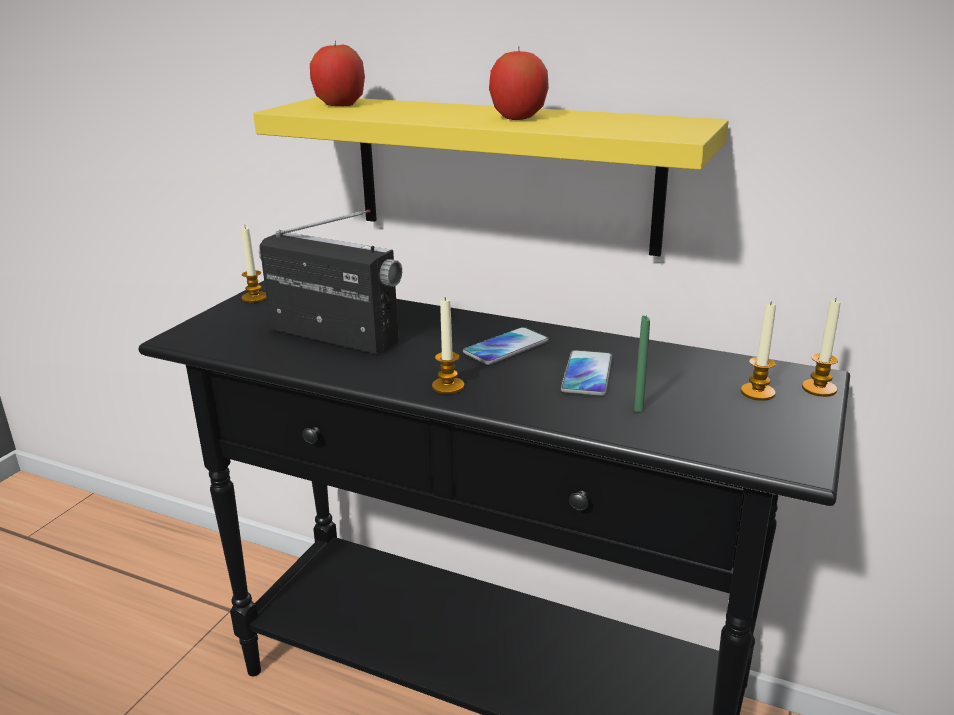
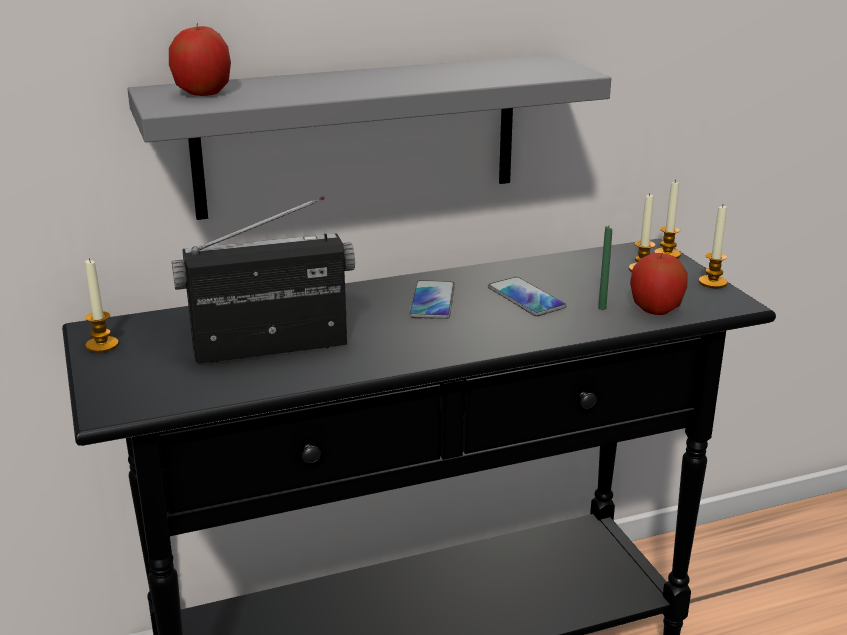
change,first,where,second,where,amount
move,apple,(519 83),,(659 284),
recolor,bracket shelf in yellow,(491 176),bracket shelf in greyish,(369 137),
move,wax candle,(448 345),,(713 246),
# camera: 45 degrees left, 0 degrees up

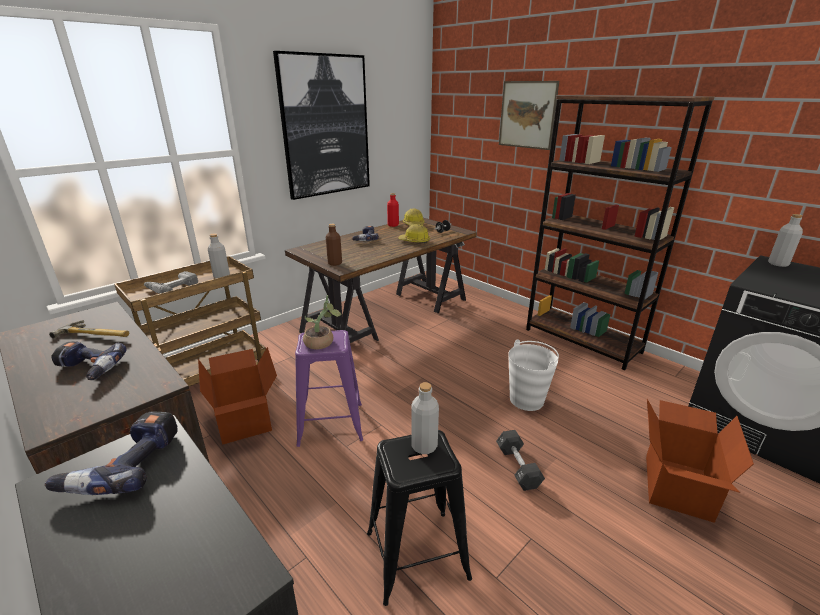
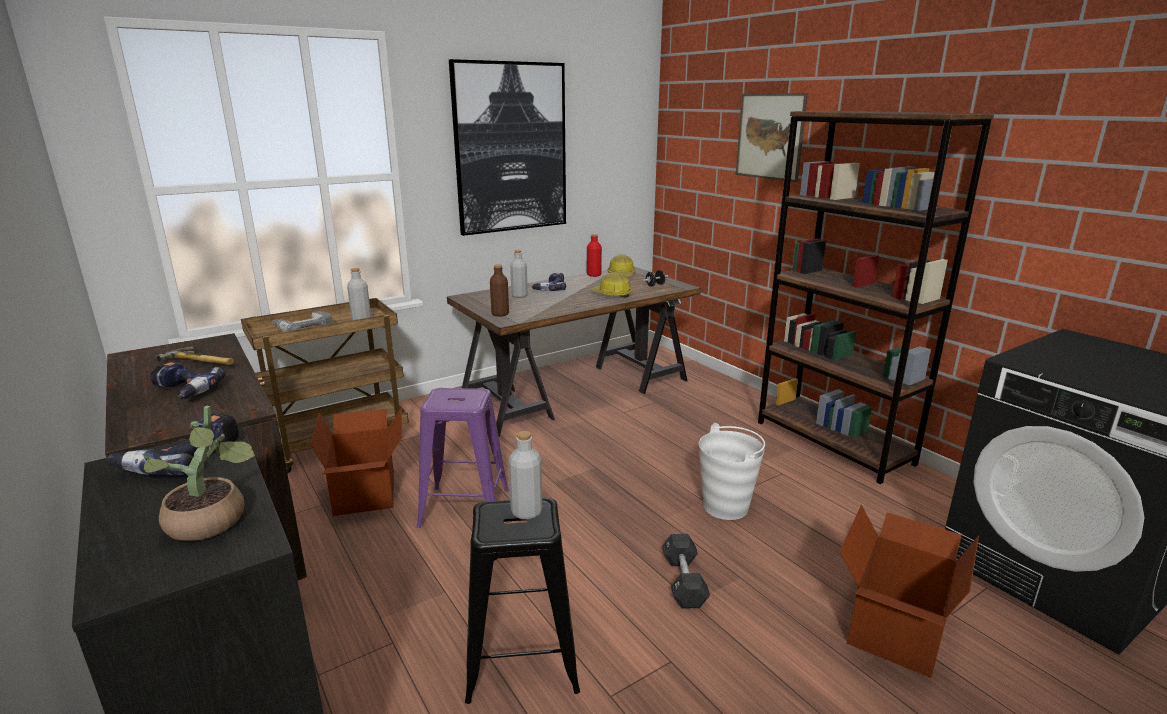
change,first,where,second,where,amount
move,beverage bottle in greyish,(785 240),,(519 274),
move,houseplant,(322 322),,(200 473),
# camera: 10 degrees right, 5 degrees down

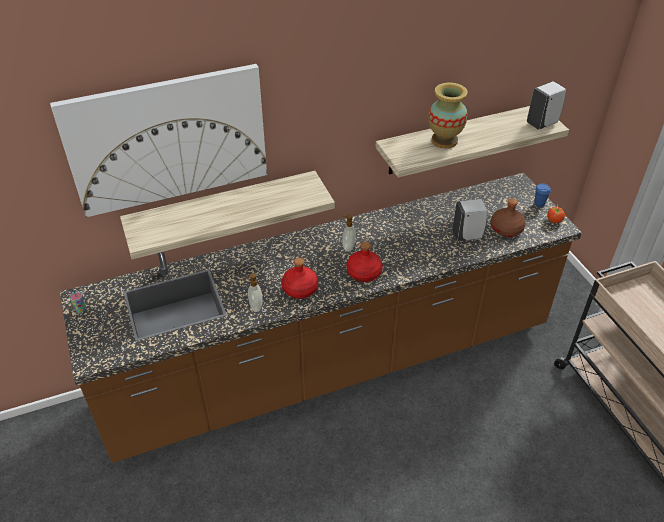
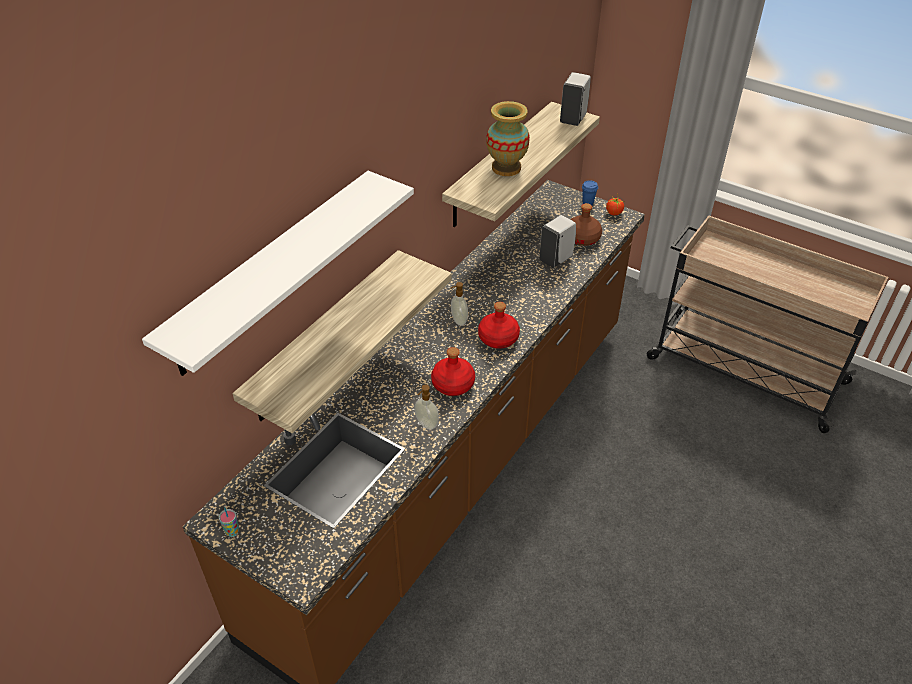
change,first,where,second,where,amount
replace,picture,(158 140),bracket shelf in white-coloured,(278 273),
# camera: 35 degrees left, 0 degrees up

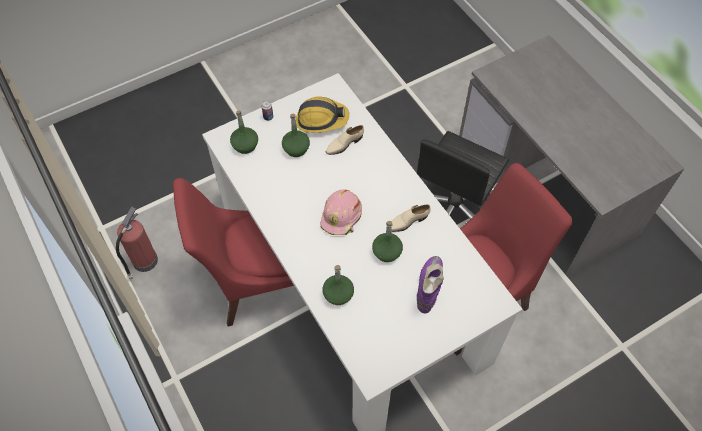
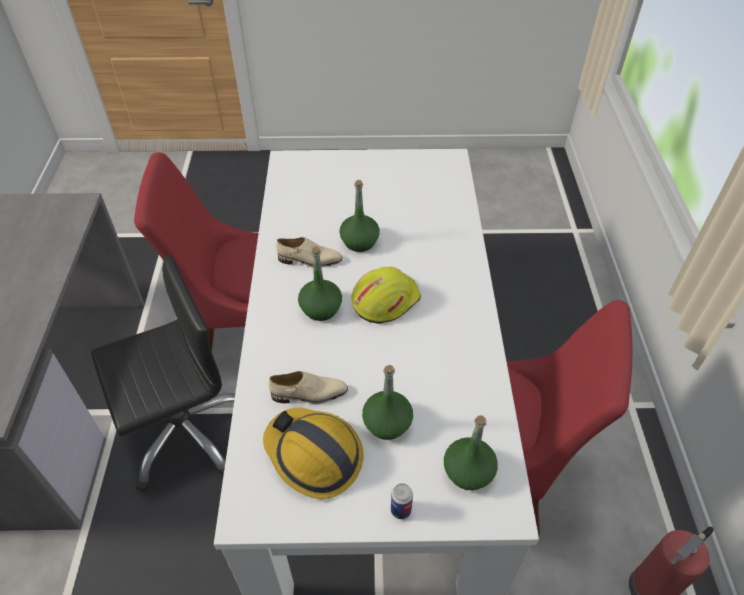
change,first,where,second,where,amount
recolor,hard hat in pink-coloured,(341 212),hard hat in yellow,(386 295),
delete,tall boot in purple-coloured,(430 284),,,
move,beverage bottle in green,(338 285),,(320 284),
# camera: 150 degrees left, 10 degrees down

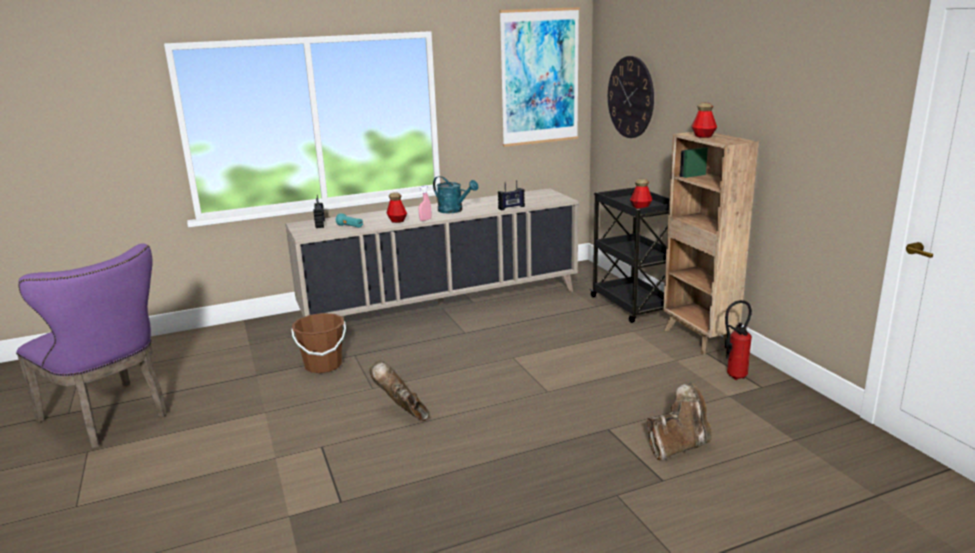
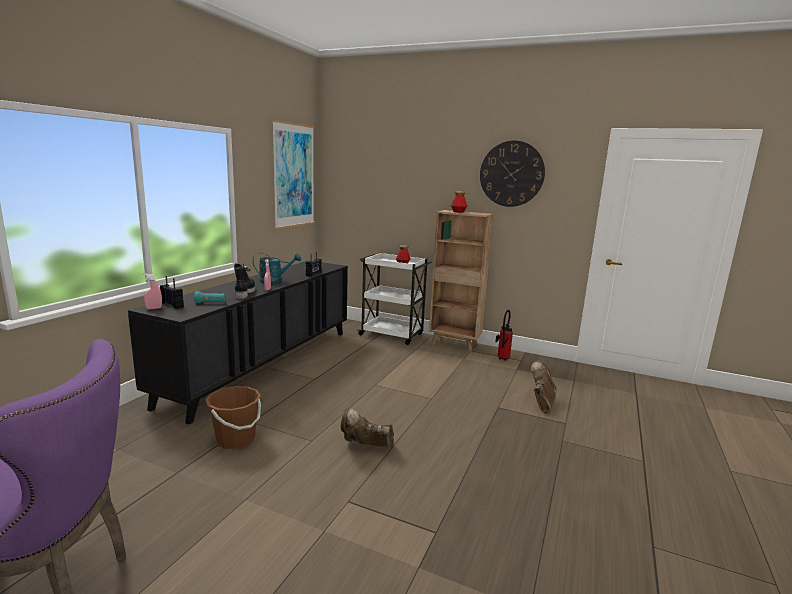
change,first,where,second,where,amount
move,clock on the wall,(631 97),,(512 174),
recolor,wheeled cart in black,(629 255),wheeled cart in white-coloured,(395 299),
recolor,cabinet in beige-coloured,(431 252),cabinet in black,(238 342),
replace,beverage bottle,(396 207),tall boot in black,(245 281),
insert,,,spray bottle in pink-coloured,(152 291),
# camera: 45 degrees left, 5 degrees down

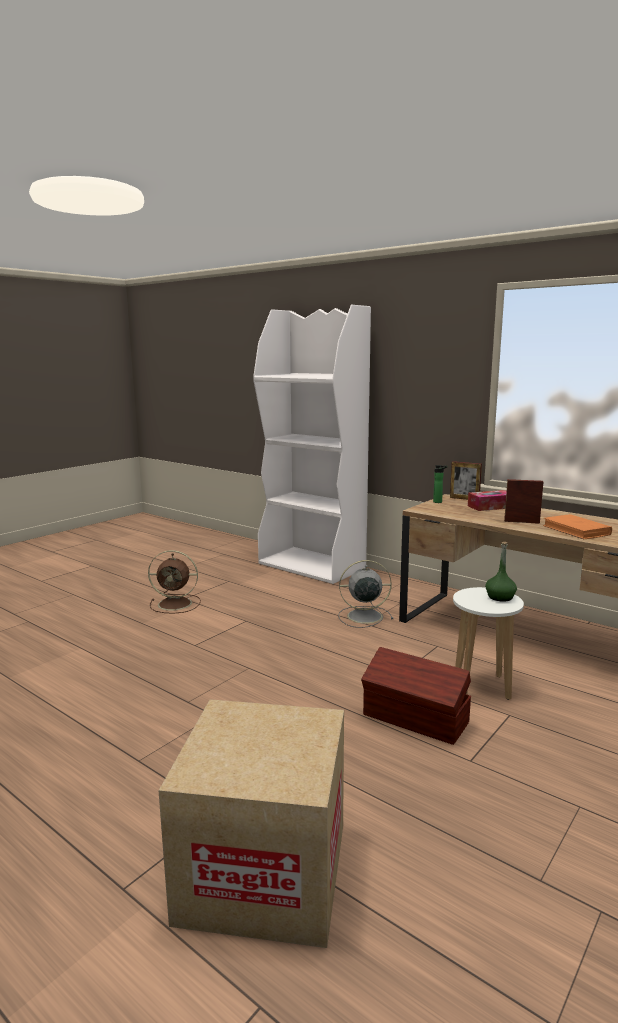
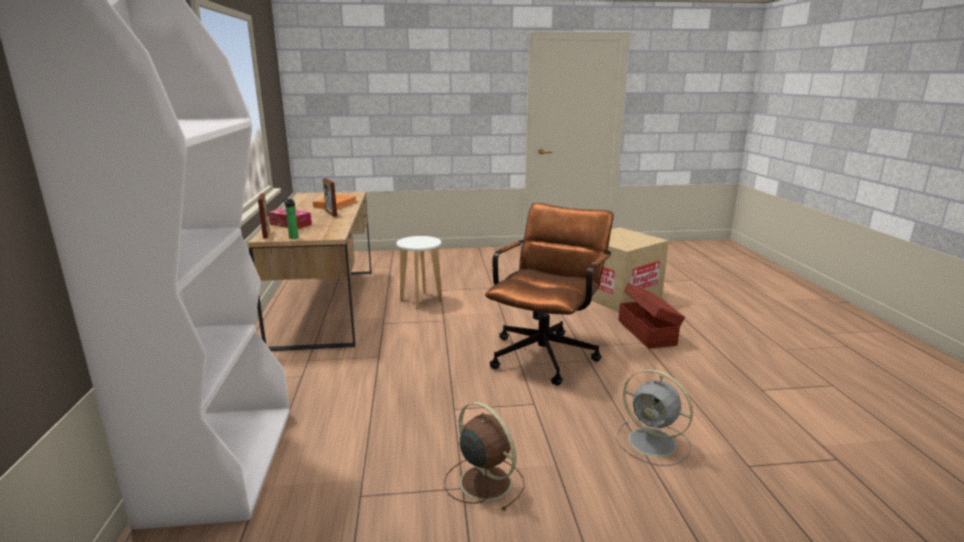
change,first,where,second,where,amount
delete,beverage bottle in green,(501 572),,,
move,cooling fan in greyish,(366 594),,(655 417),
move,storage container in brown,(416 696),,(651 316),
insert,,,desk chair in brown,(549 294),
# camera: 135 degrees left, 5 degrees up

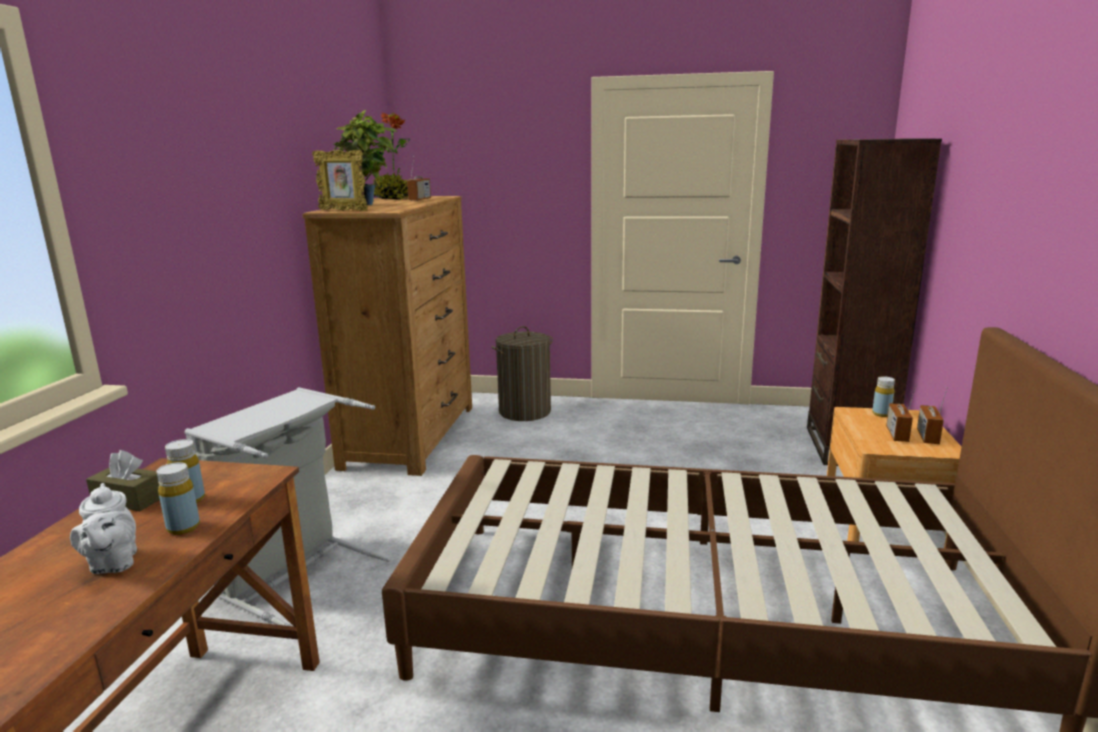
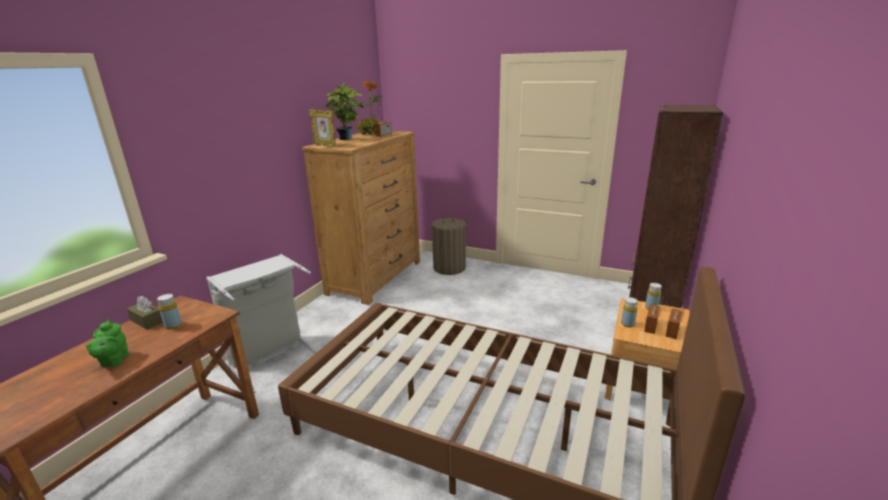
change,first,where,second,where,amount
move,beverage bottle in yellow,(178 498),,(629 312),
recolor,pot for tea in white-coloured,(103 528),pot for tea in green,(107 343),
# camera: 15 degrees right, 5 degrees up

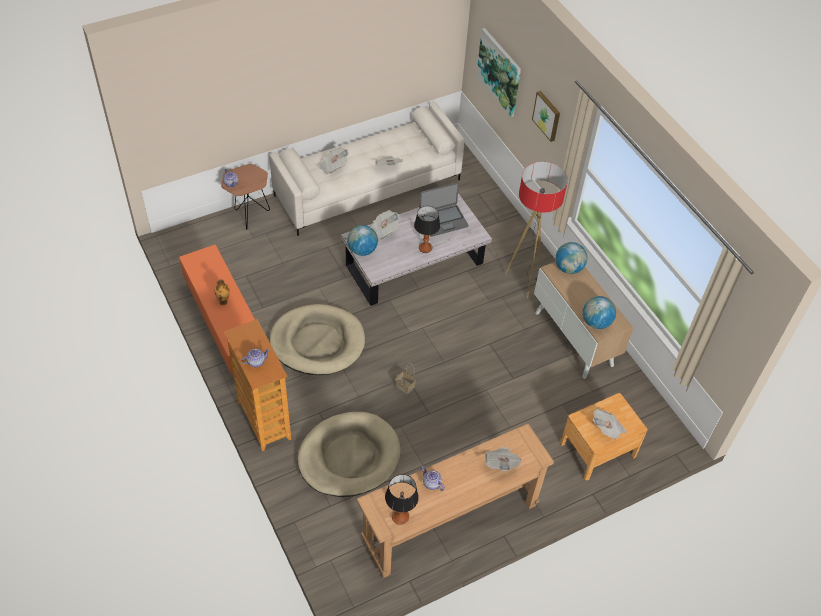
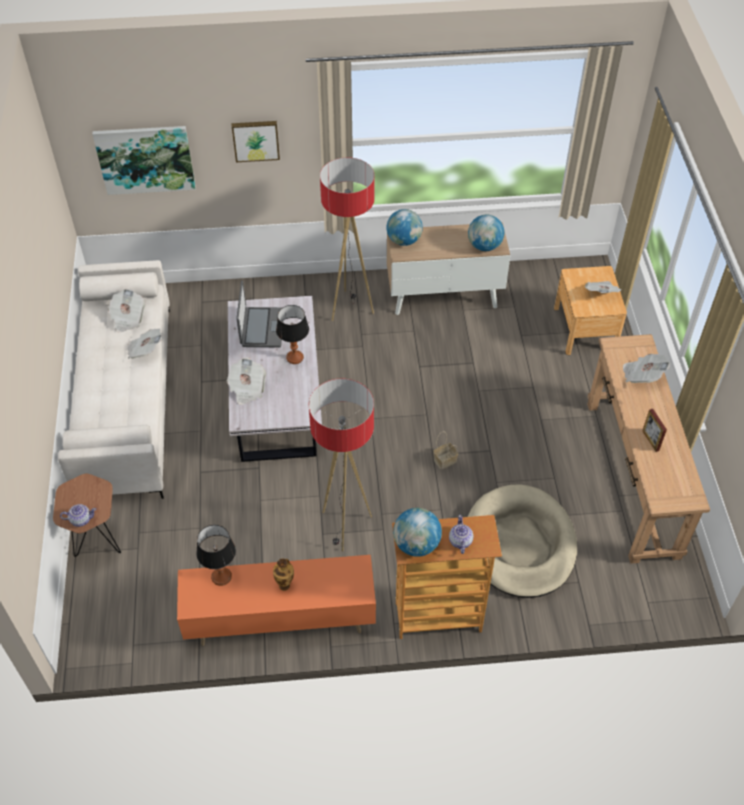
change,first,where,second,where,amount
move,daily paper,(333 160),,(127 310),
move,world globe,(362 240),,(417 532),
replace,dog cushion in beige-coloured,(317 339),standard lamp,(341 464),
replace,pot for tea,(433 478),photo frame,(654 430),
move,table lamp,(402 499),,(216 555),
# camera: 65 degrees left, 0 degrees up

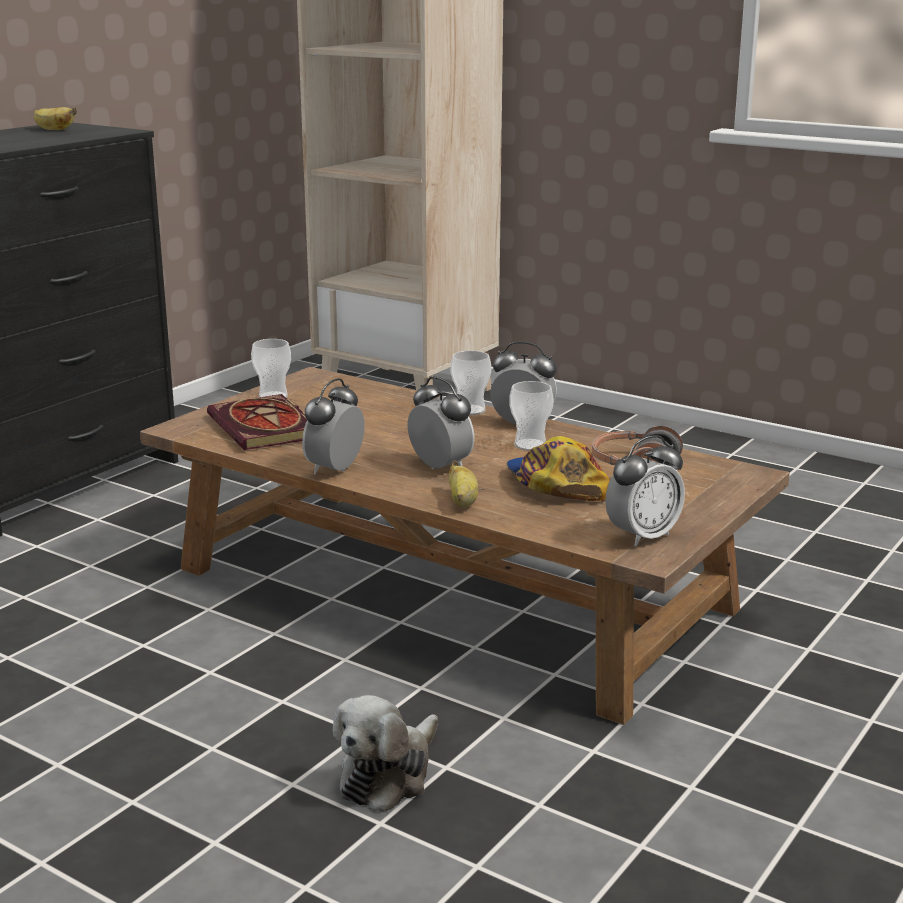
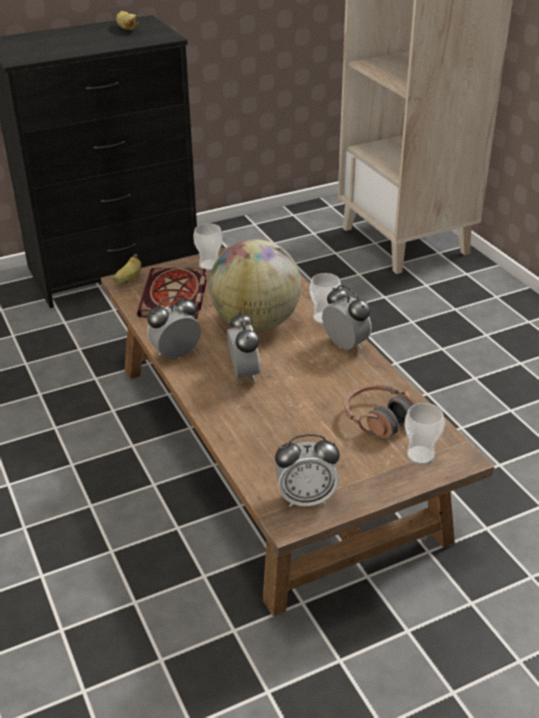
change,first,where,second,where,amount
move,drinking cup,(531 416),,(424 434),
delete,peaked cap,(558 468),,,
move,whole banana,(463 484),,(127 269),
delete,soft toy,(385 754),,,
insert,,,world globe,(255 285),
# camera: 30 degrees right, 15 degrees up

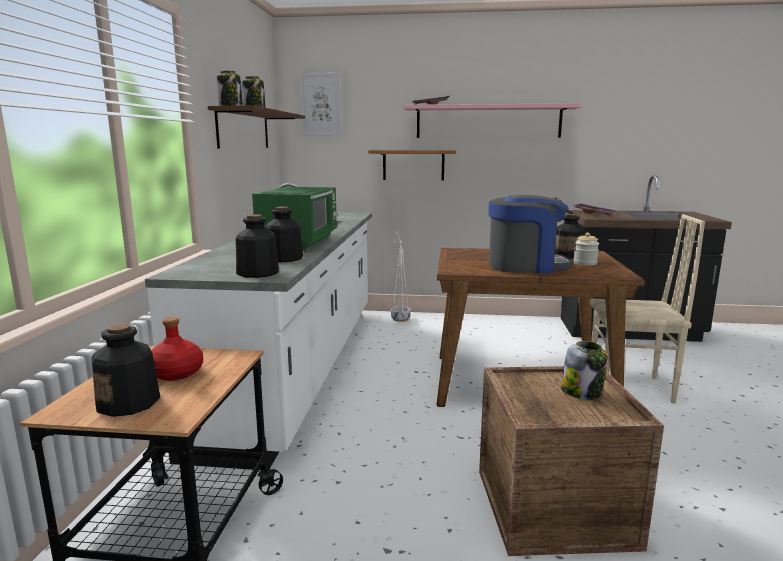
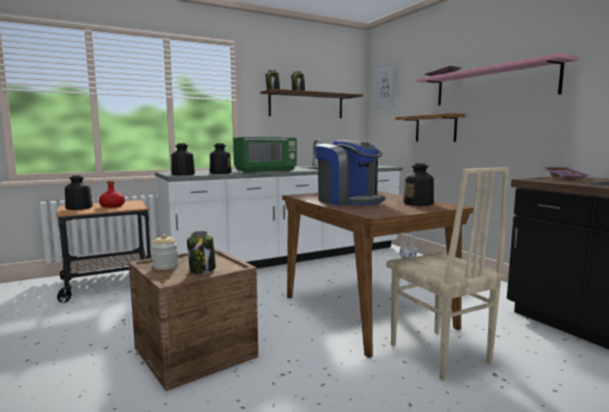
change,first,where,second,where,amount
move,storage jar,(586 249),,(164 252),
# camera: 55 degrees right, 5 degrees down

